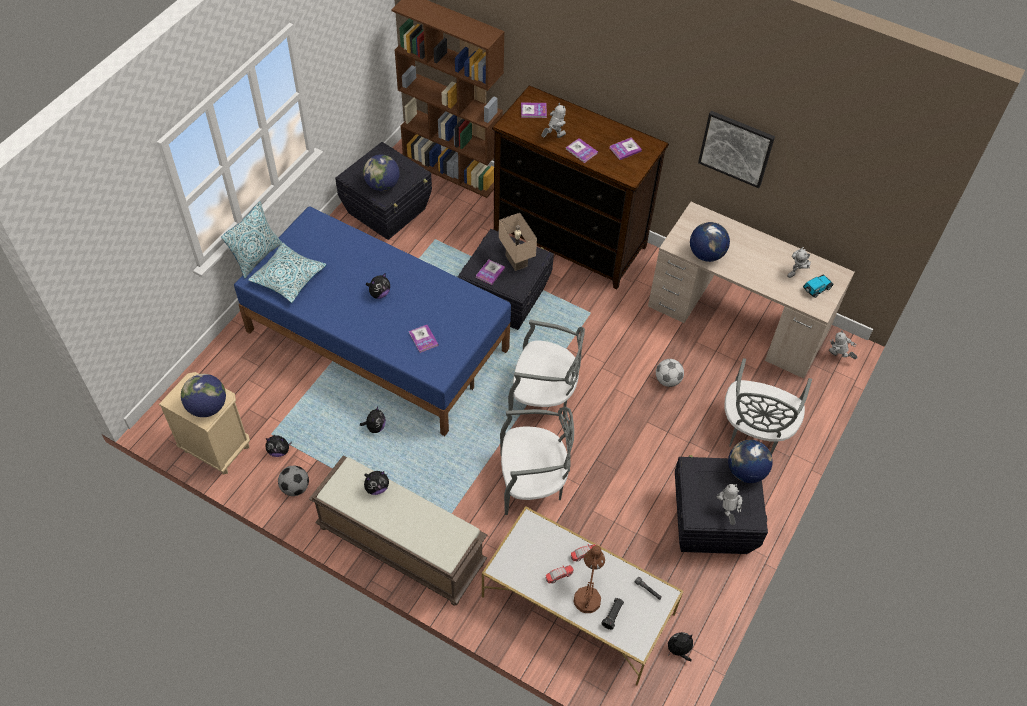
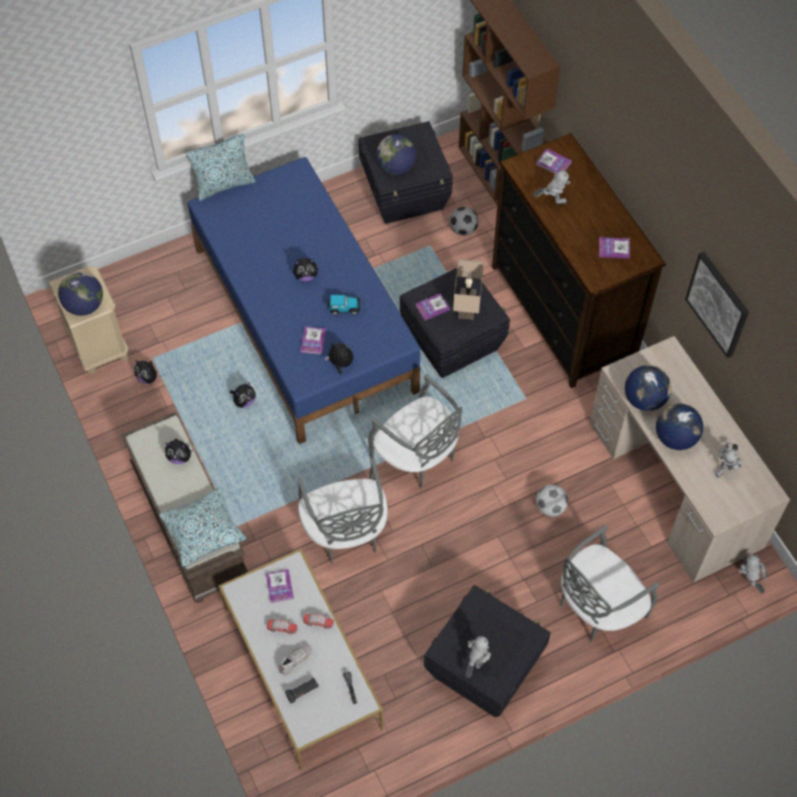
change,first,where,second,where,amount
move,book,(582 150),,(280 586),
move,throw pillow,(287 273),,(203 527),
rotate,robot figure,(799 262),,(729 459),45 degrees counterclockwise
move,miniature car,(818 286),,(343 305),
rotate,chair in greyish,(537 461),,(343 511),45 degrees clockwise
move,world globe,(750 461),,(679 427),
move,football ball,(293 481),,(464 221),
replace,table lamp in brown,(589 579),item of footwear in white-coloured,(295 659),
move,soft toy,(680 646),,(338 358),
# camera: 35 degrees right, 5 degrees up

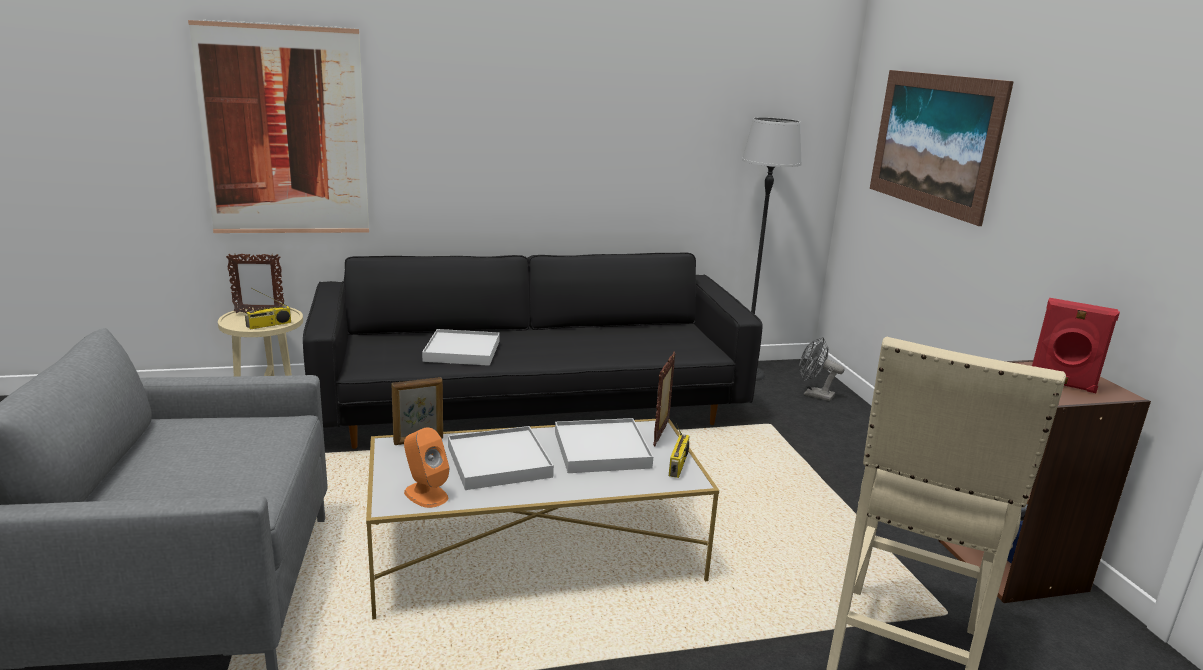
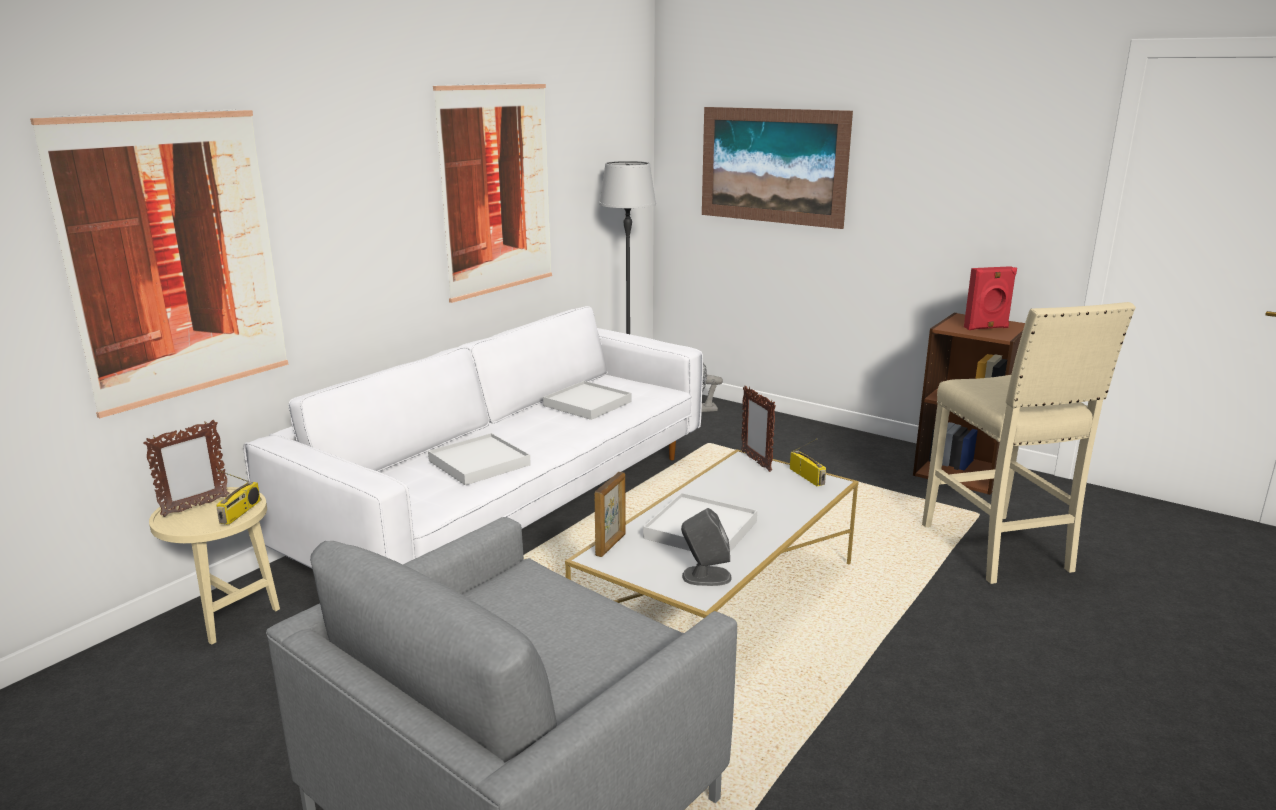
change,first,where,second,where,amount
recolor,settee in black,(533 351),settee in white-coloured,(473 437),
move,tray in white-coloured,(604 445),,(587 400),
recolor,speaker in orange-coloured,(427 467),speaker in greyish,(706 547),
insert,,,picture,(492 193),
# camera: 40 degrees left, 0 degrees up

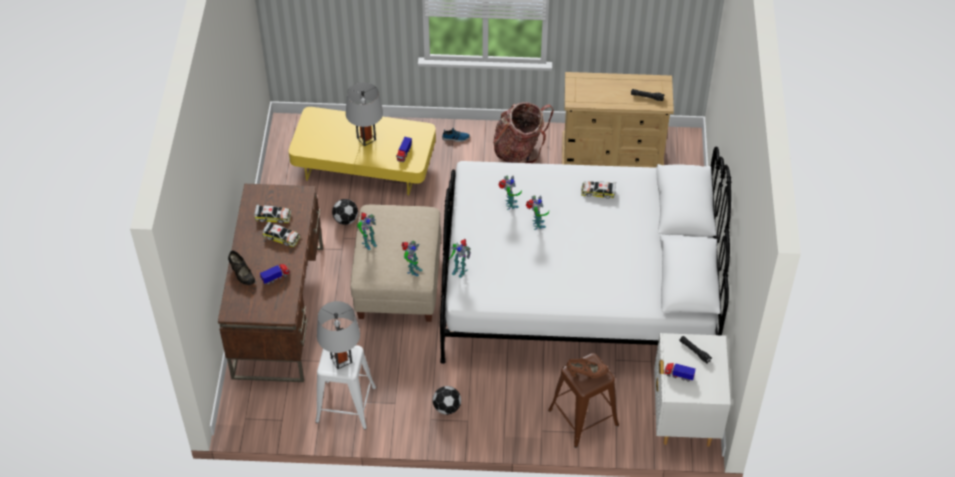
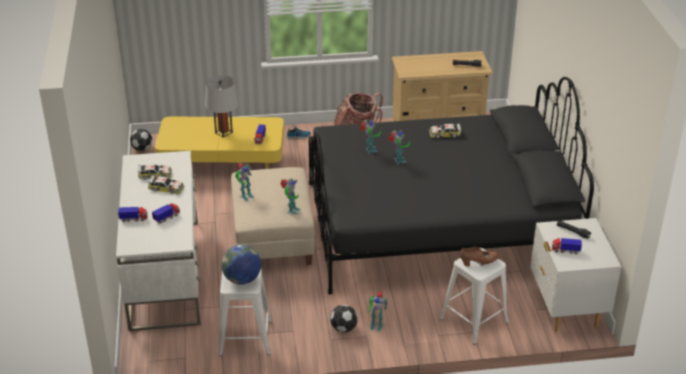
change,first,where,second,where,amount
recolor,bedroom bed in white-coloured,(586 255),bedroom bed in black,(451 186),
recolor,desk unit in brown,(270 283),desk unit in white-coloured,(158 241),
move,football ball,(345 212),,(141 140),
move,robot figure,(460 258),,(378 311),
replace,item of footwear in black,(241 268),toy truck,(133 214),
replace,table lamp in greyish,(338 335),world globe,(241 265),
recolor,sitting stool in brown,(583 400),sitting stool in white-coloured,(474 296),
# camera: 10 degrees left, 15 degrees down

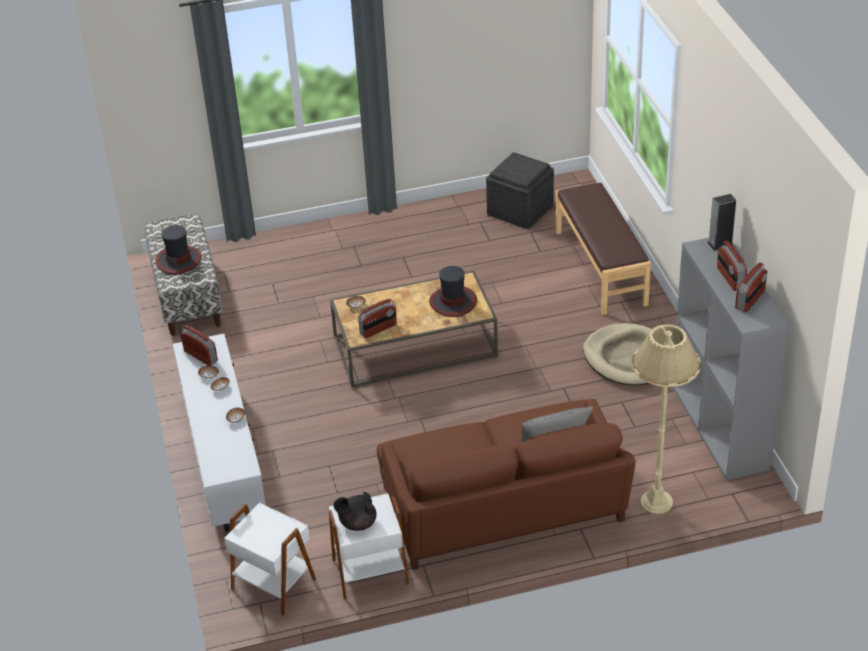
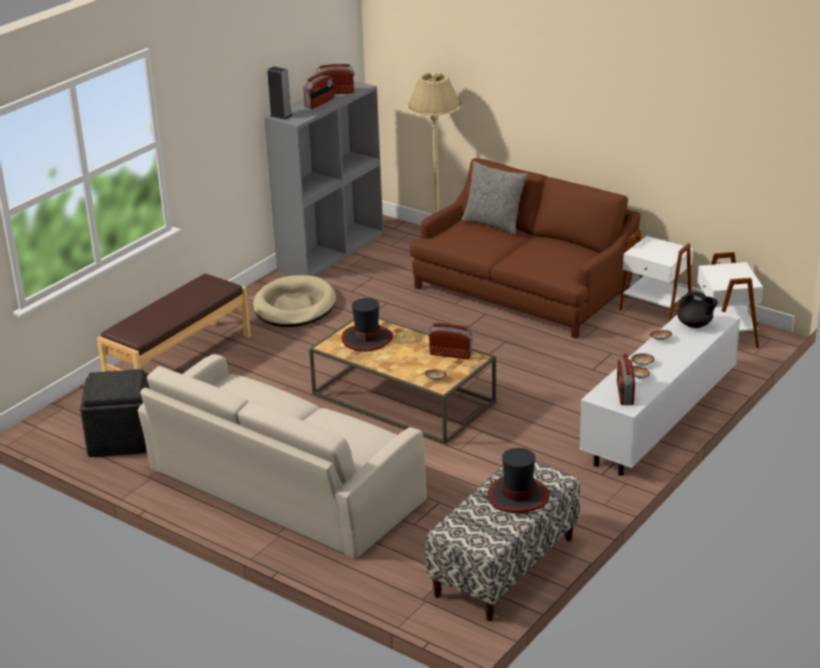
change,first,where,second,where,amount
move,pot for tea in black,(355 511),,(697 309),
insert,,,settee in beige-coloured,(282 456),
# camera: 130 degrees left, 10 degrees down

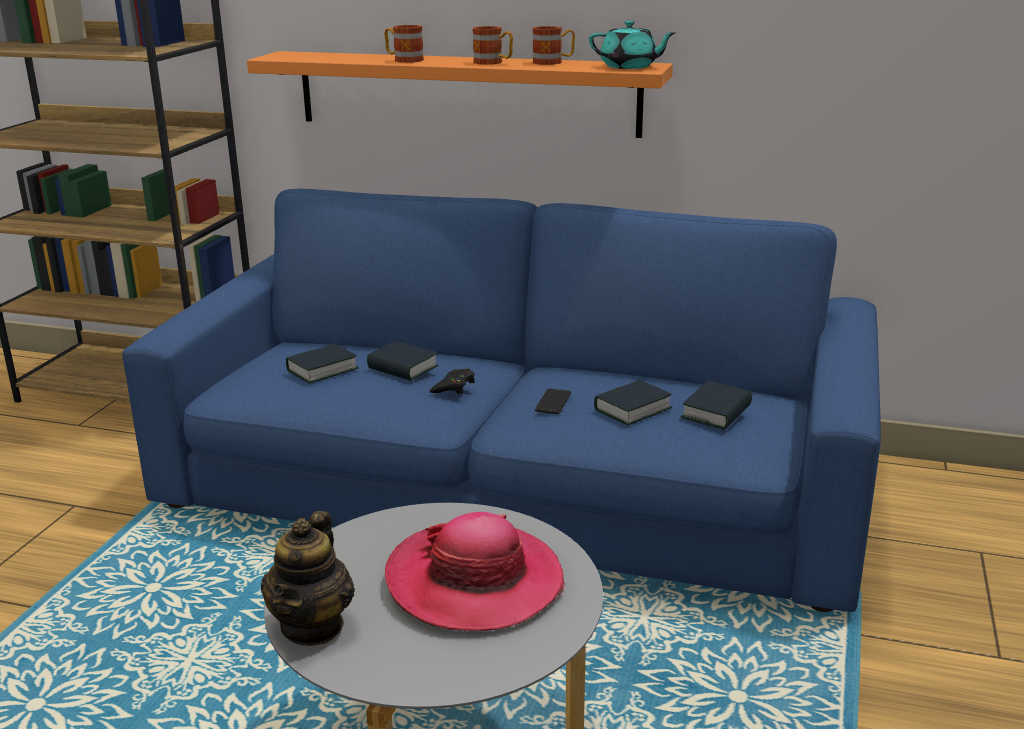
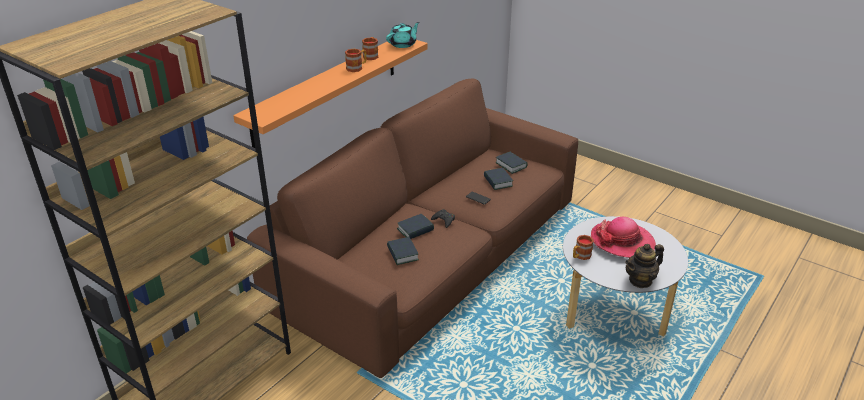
change,first,where,second,where,amount
move,tea mug,(404 44),,(583 247),
recolor,settee in blue-coloured,(501 400),settee in brown,(412 228),
rotate,pot for tea,(308 578),,(644 266),120 degrees clockwise
# camera: 70 degrees left, 10 degrees up

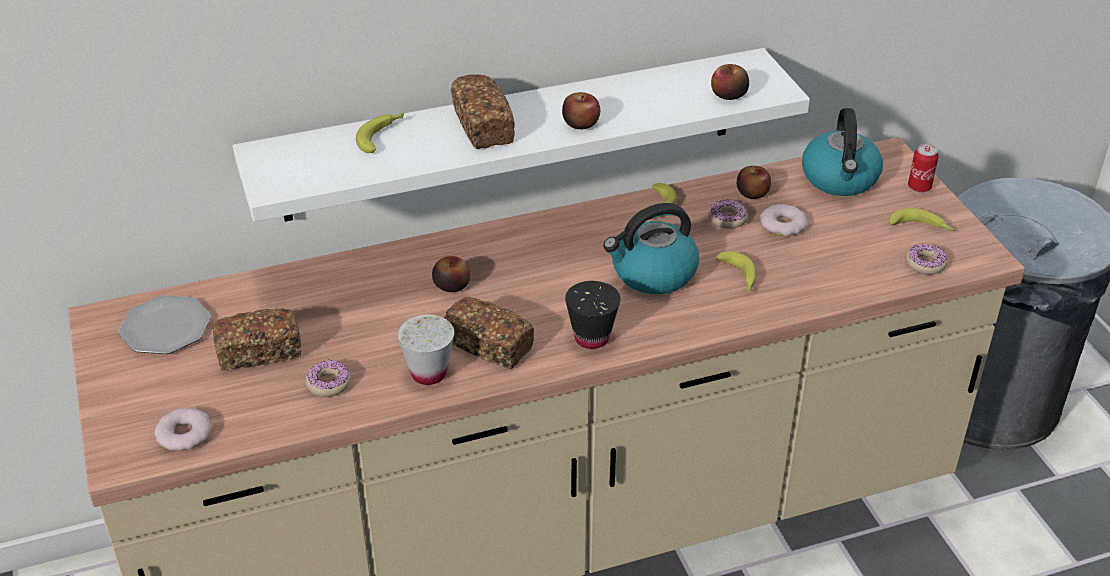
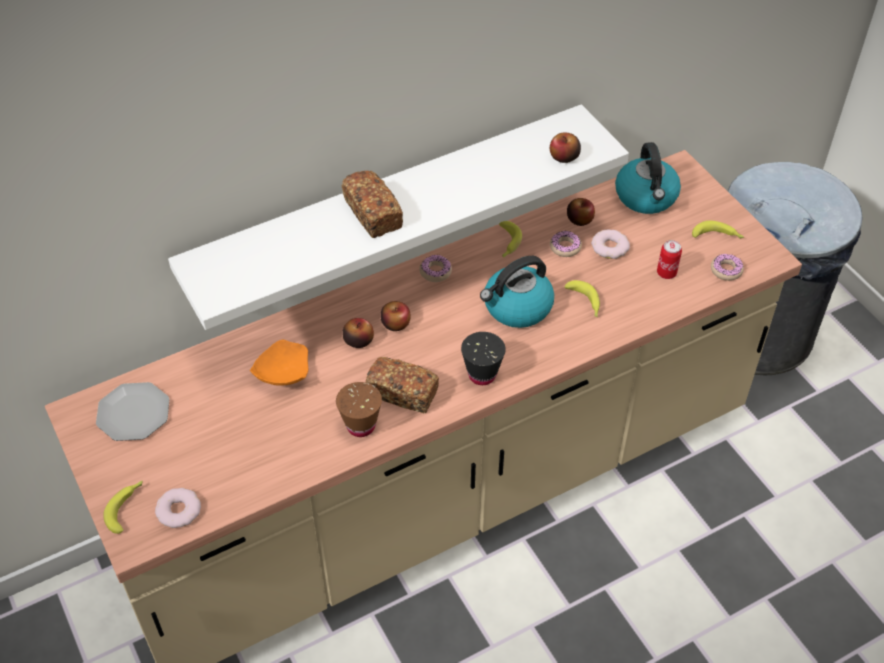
change,first,where,second,where,amount
move,apple,(581 110),,(396 316),
move,whole banana,(380 133),,(123 507),
move,sealed can,(923 168),,(669 259),
delete,bakery bread,(257 339),,,
recolor,drinking cup in white-coloured,(425 350),drinking cup in brown,(359 409),
move,donut,(328 378),,(435 268),
insert,,,plate in orange-coloured,(279 363),
# camera: 10 degrees left, 10 degrees up

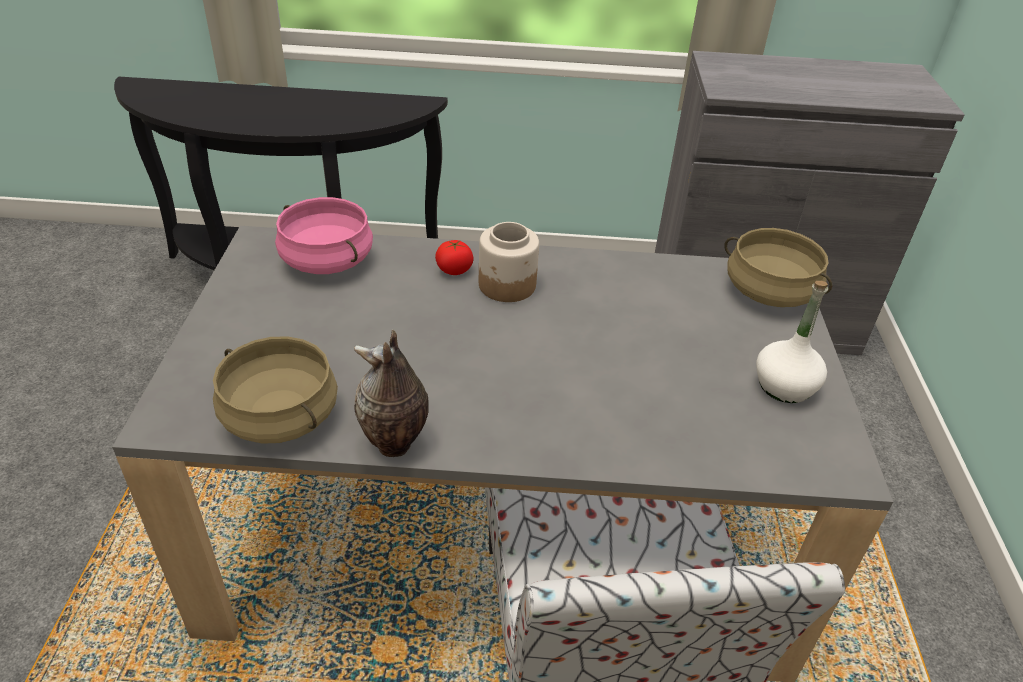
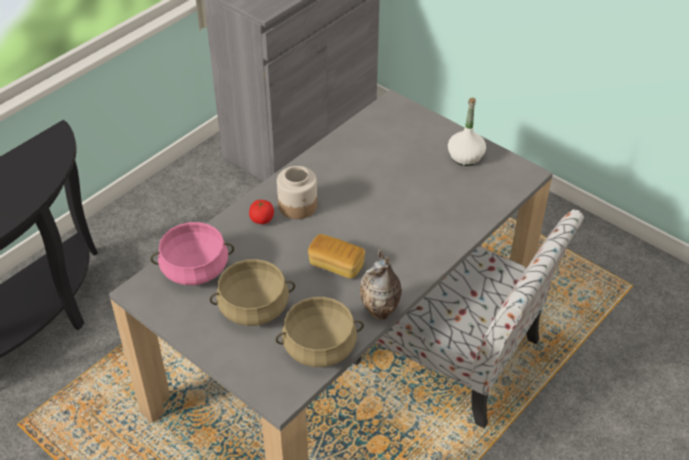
change,first,where,second,where,amount
move,stockpot in beige-coloured,(778 267),,(252 292),
insert,,,bakery bread,(336 256),
# camera: 50 degrees left, 5 degrees up

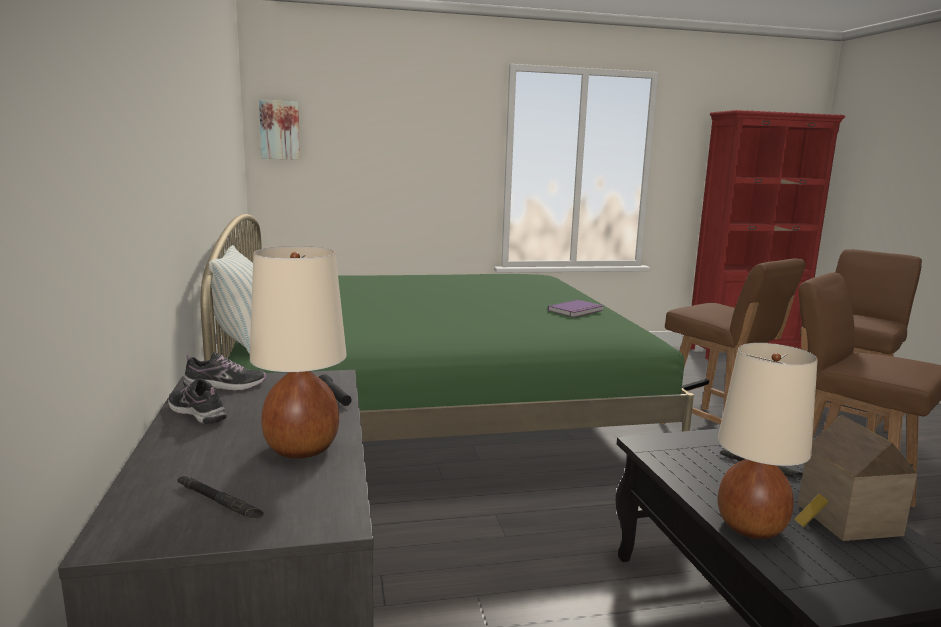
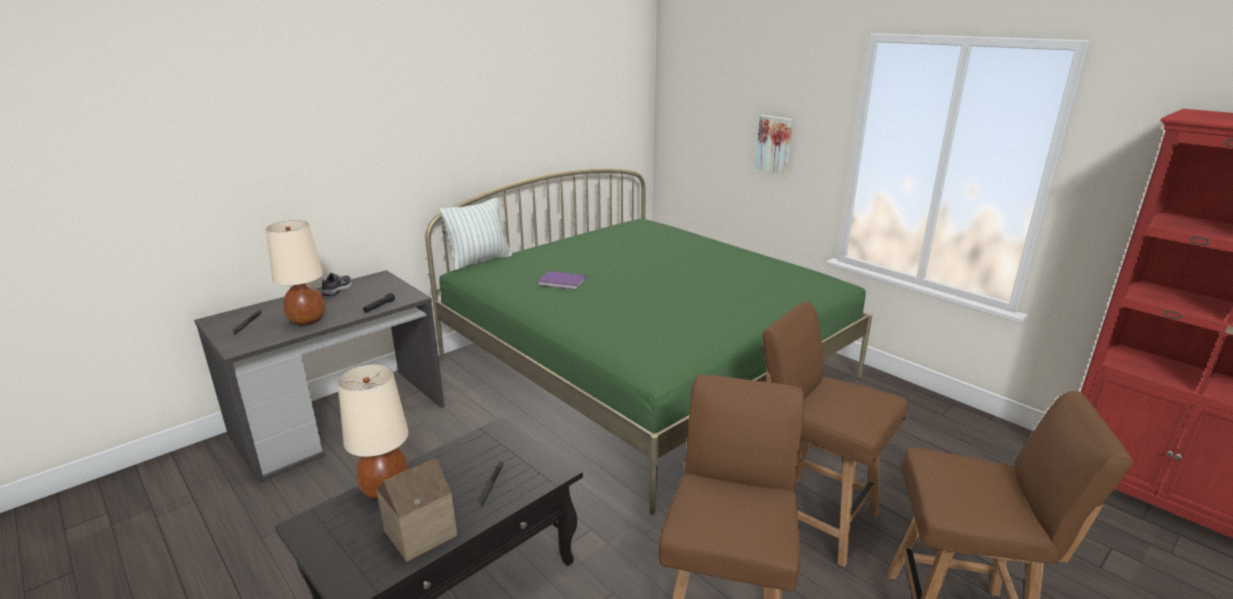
change,first,where,second,where,amount
move,picture,(279 130),,(774 144),
rotate,chair in brown,(733 341),,(835 434),105 degrees clockwise
move,book in purple-coloured,(576 308),,(562 280),
delete,item of footwear,(225 371),,,
# camera: 60 degrees right, 10 degrees up

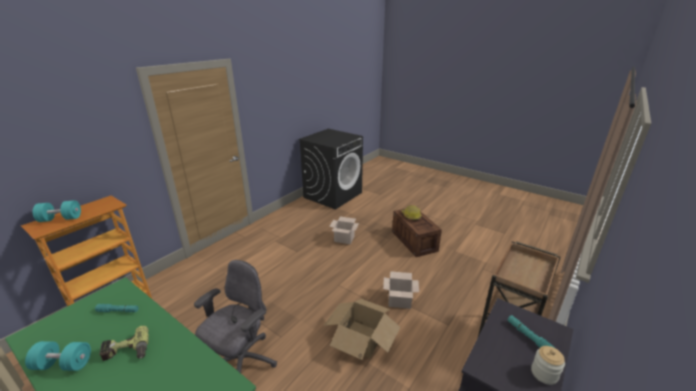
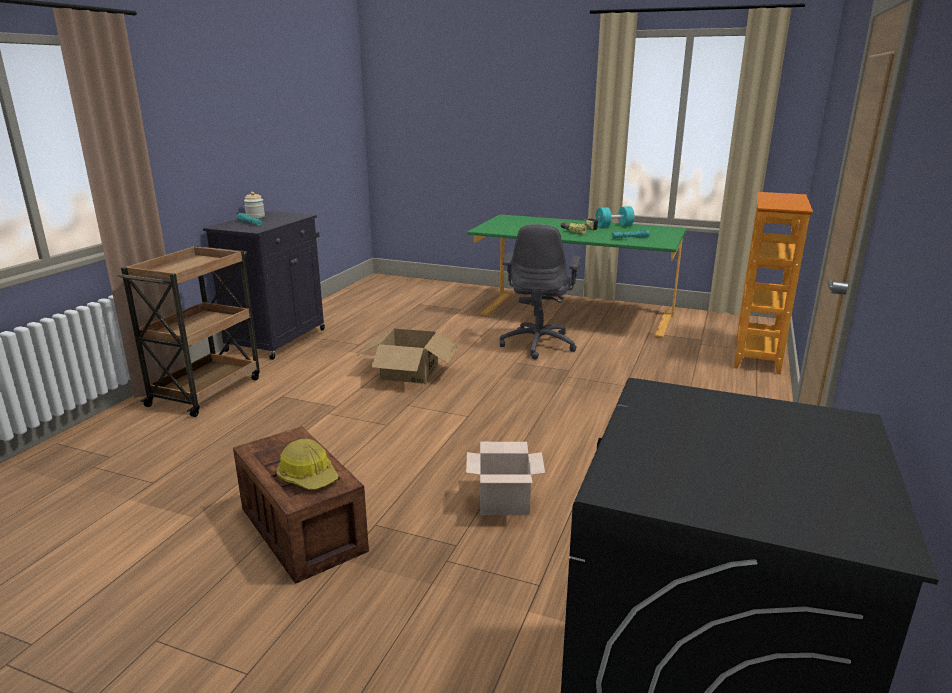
change,first,where,second,where,amount
delete,free weight in turquoise-coloured,(57 211),,,
delete,packing box,(401 290),,,
# camera: 165 degrees right, 5 degrees down

